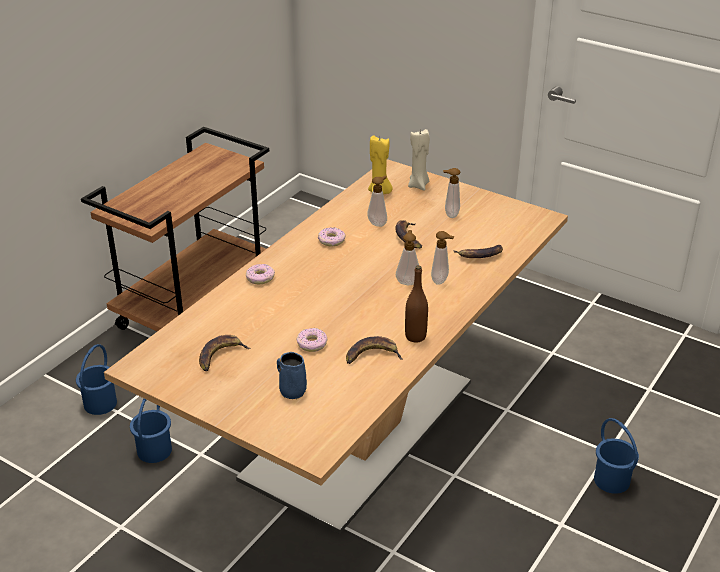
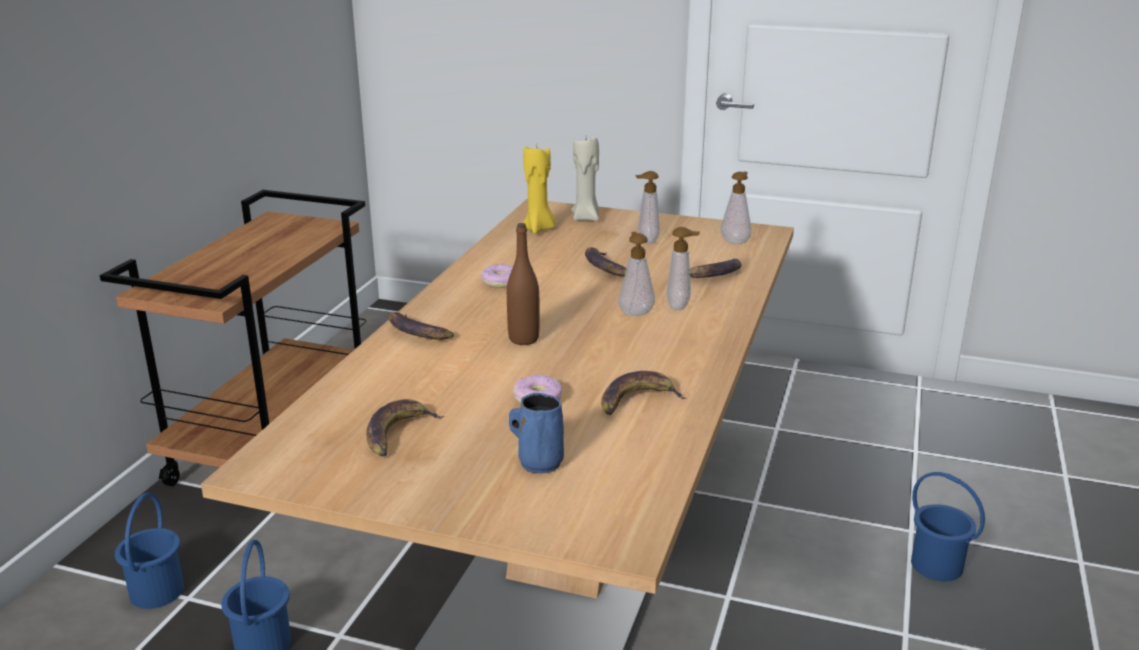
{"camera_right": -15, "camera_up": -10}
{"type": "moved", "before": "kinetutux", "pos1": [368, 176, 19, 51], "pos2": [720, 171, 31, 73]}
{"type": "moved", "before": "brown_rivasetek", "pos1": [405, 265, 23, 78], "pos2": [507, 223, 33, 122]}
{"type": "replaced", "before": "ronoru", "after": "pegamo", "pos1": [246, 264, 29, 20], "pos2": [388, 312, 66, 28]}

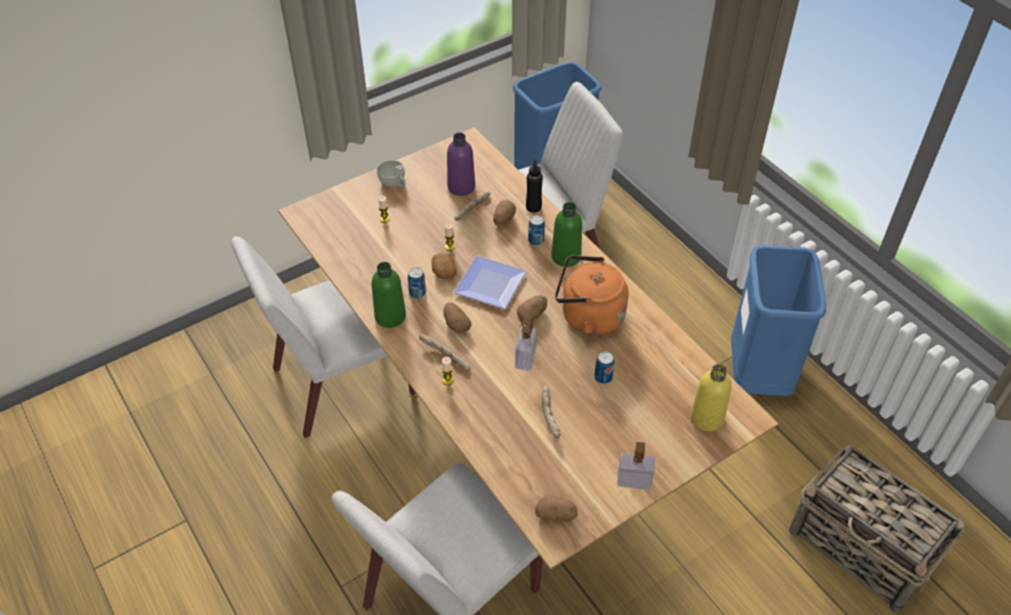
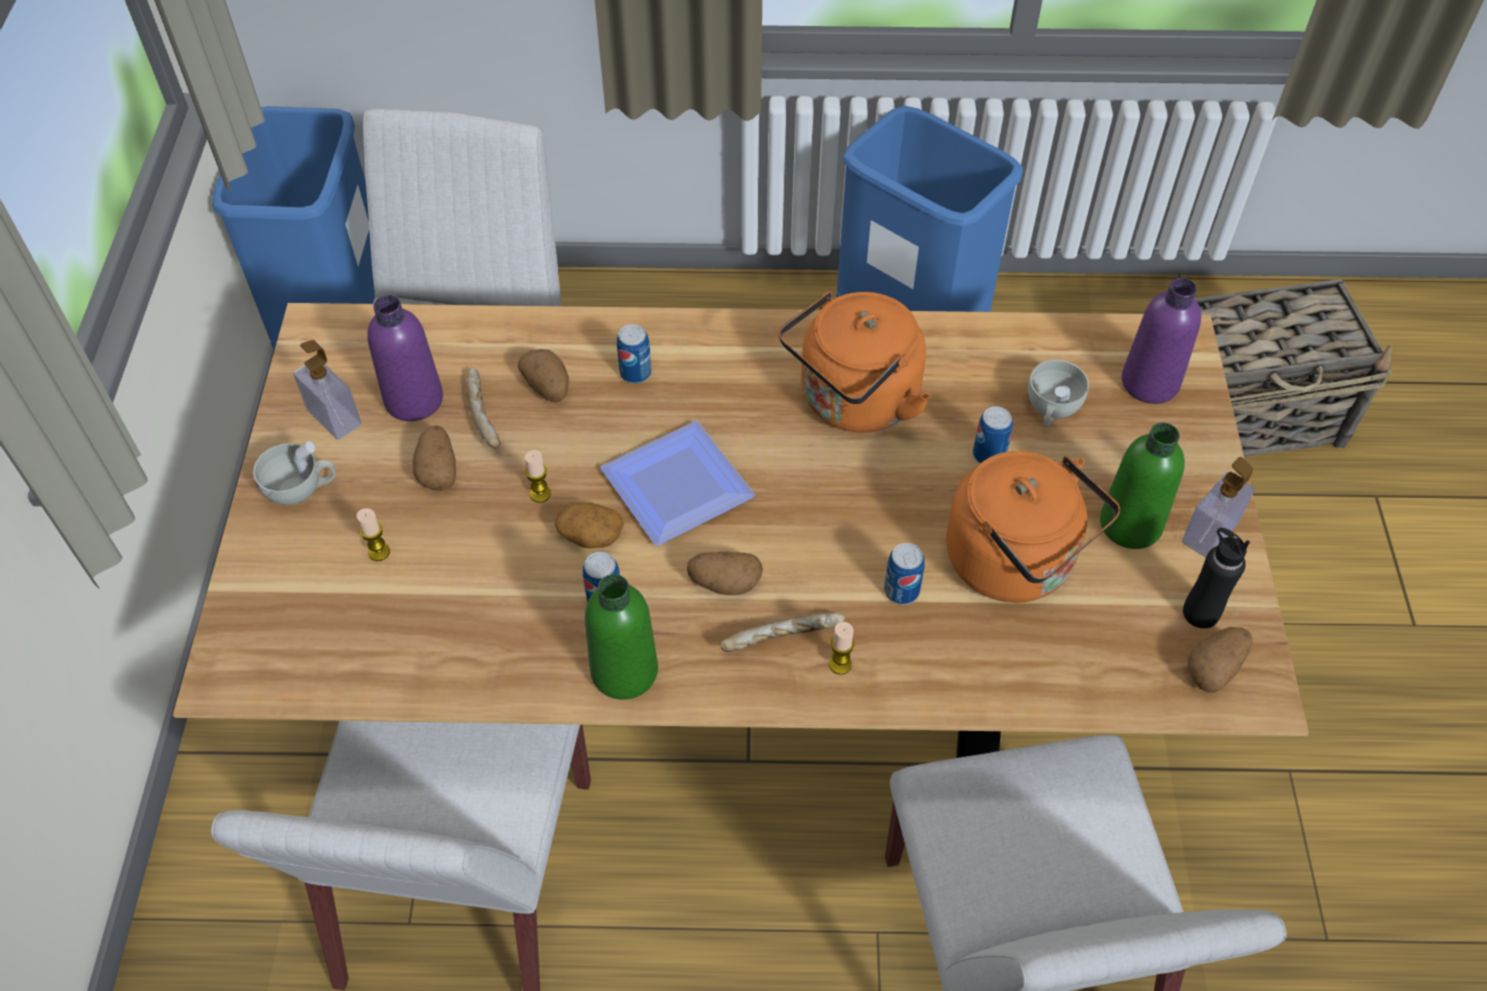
{"camera_right": -55, "camera_up": 5}
{"type": "added", "after": "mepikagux", "pos2": [884, 543, 41, 62]}
{"type": "added", "after": "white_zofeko", "pos2": [1028, 360, 61, 68]}
{"type": "moved", "before": "kinetutux", "pos1": [515, 318, 22, 53], "pos2": [293, 340, 69, 100]}
{"type": "moved", "before": "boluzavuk", "pos1": [517, 295, 30, 28], "pos2": [413, 425, 43, 66]}
{"type": "moved", "before": "black_rivasetek", "pos1": [526, 158, 17, 55], "pos2": [1183, 528, 67, 101]}
{"type": "moved", "before": "green_rivasetek", "pos1": [551, 202, 31, 65], "pos2": [1100, 423, 85, 126]}
{"type": "replaced", "before": "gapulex", "after": "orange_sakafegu", "pos1": [542, 386, 18, 52], "pos2": [946, 451, 174, 152]}
{"type": "recoloured", "before": "yellow_rivasetek", "after": "purple_rivasetek", "pos1": [690, 364, 42, 67], "pos2": [1122, 278, 79, 126]}

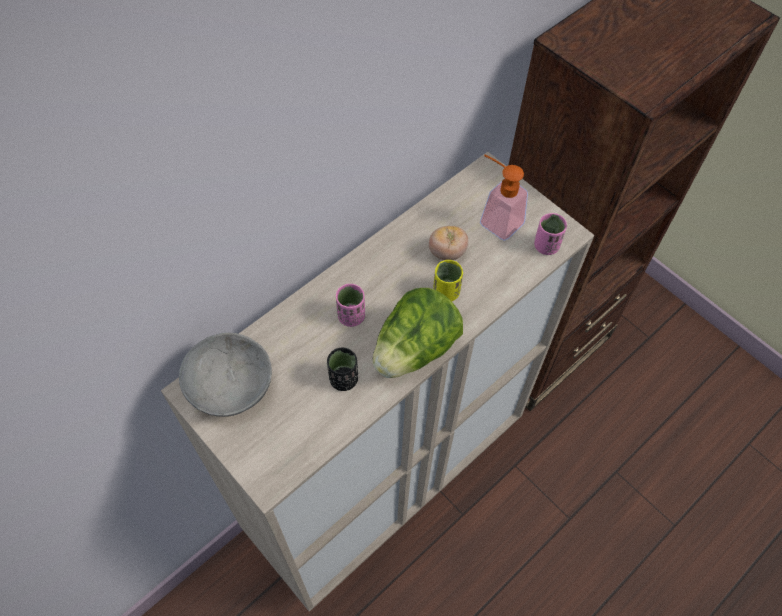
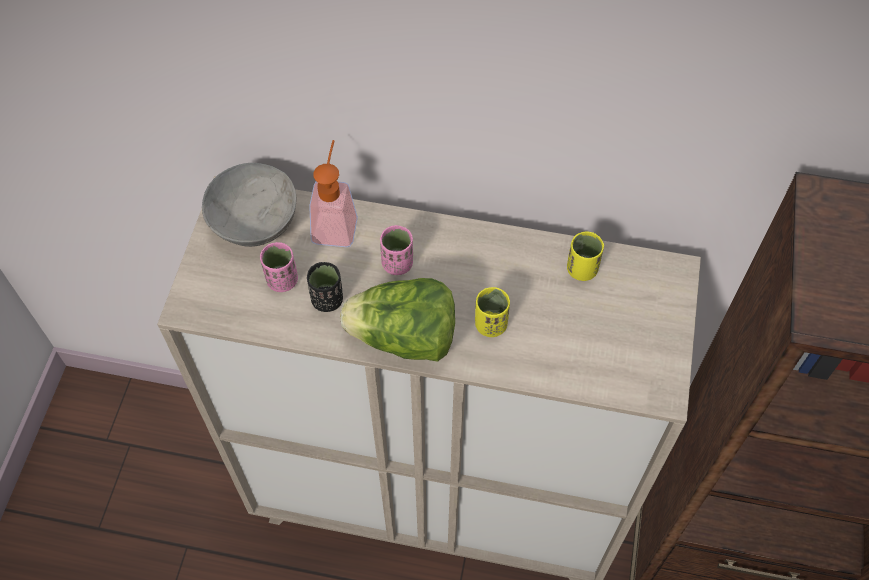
{"camera_right": 55, "camera_up": 0}
{"type": "removed", "before": "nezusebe", "pos1": [429, 226, 39, 34]}
{"type": "added", "after": "yellow_zofeko", "pos2": [567, 231, 37, 50]}
{"type": "moved", "before": "kinetutux", "pos1": [480, 155, 48, 86], "pos2": [309, 140, 49, 107]}
{"type": "moved", "before": "pink_zofeko", "pos1": [534, 213, 33, 42], "pos2": [260, 242, 38, 50]}

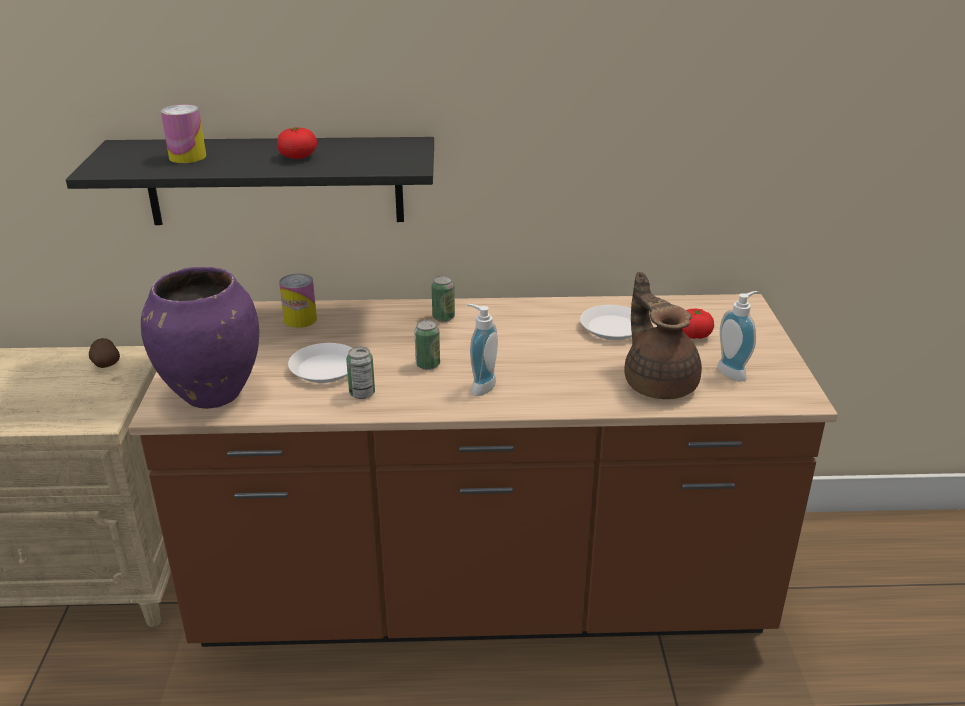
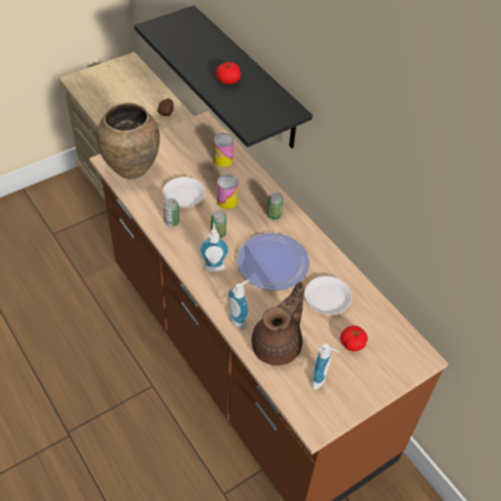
{"camera_right": 55, "camera_up": 20}
{"type": "added", "after": "kinetutux", "pos2": [227, 279, 22, 50]}
{"type": "added", "after": "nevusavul", "pos2": [236, 233, 74, 57]}
{"type": "moved", "before": "mepikagux", "pos1": [161, 105, 45, 58], "pos2": [217, 174, 22, 35]}
{"type": "recoloured", "before": "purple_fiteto", "after": "brown_fiteto", "pos1": [141, 267, 118, 142], "pos2": [97, 103, 63, 76]}

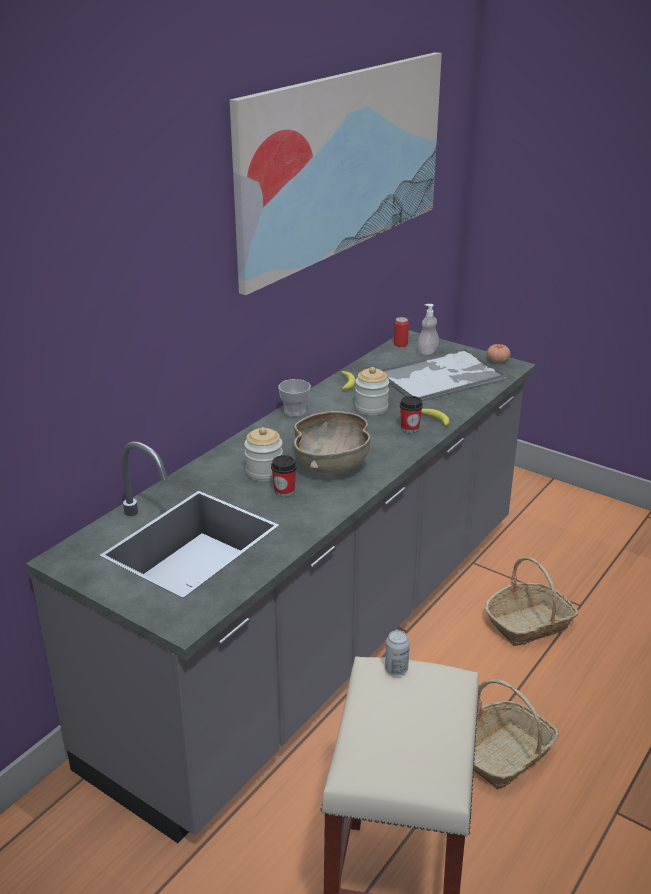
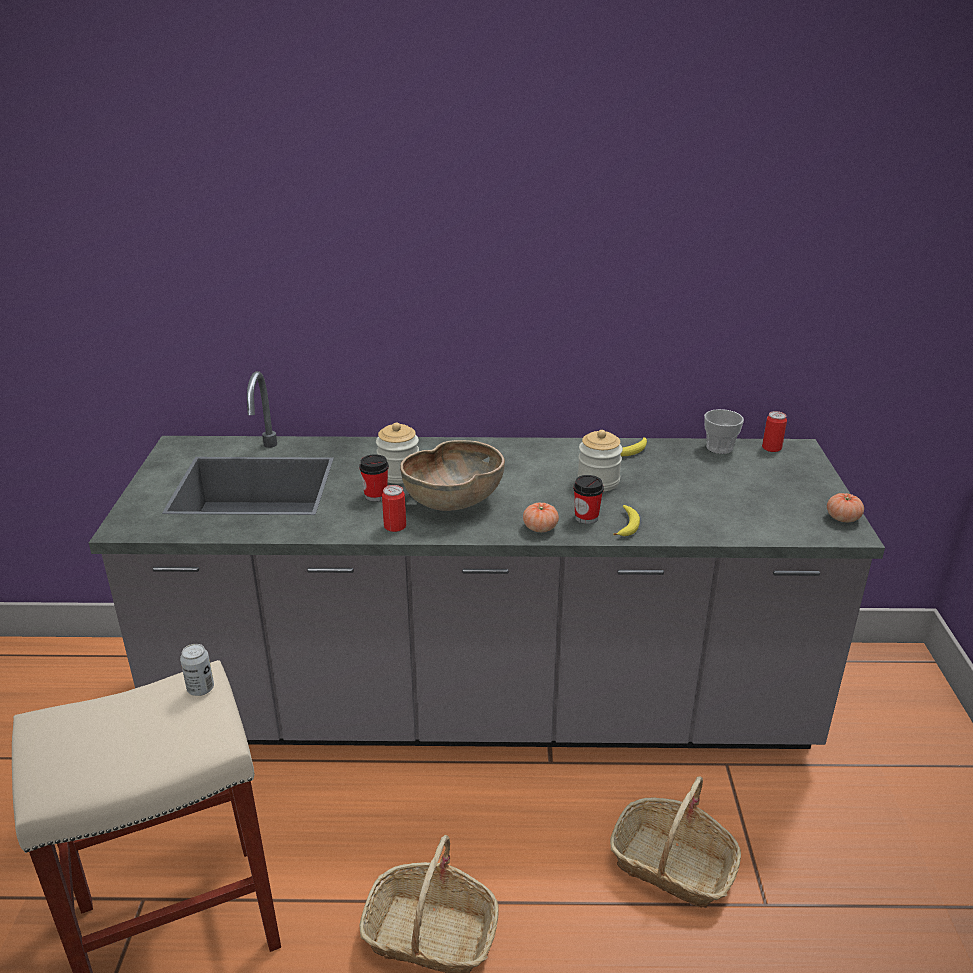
{"camera_right": 55, "camera_up": 0}
{"type": "removed", "before": "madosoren", "pos1": [230, 52, 212, 243]}
{"type": "removed", "before": "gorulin", "pos1": [381, 349, 125, 53]}
{"type": "removed", "before": "kinetutux", "pos1": [417, 304, 22, 51]}
{"type": "added", "after": "mepikagux", "pos2": [382, 485, 24, 47]}
{"type": "added", "after": "nezusebe", "pos2": [523, 503, 36, 29]}
{"type": "moved", "before": "zofeko", "pos1": [278, 379, 33, 38], "pos2": [704, 409, 40, 45]}

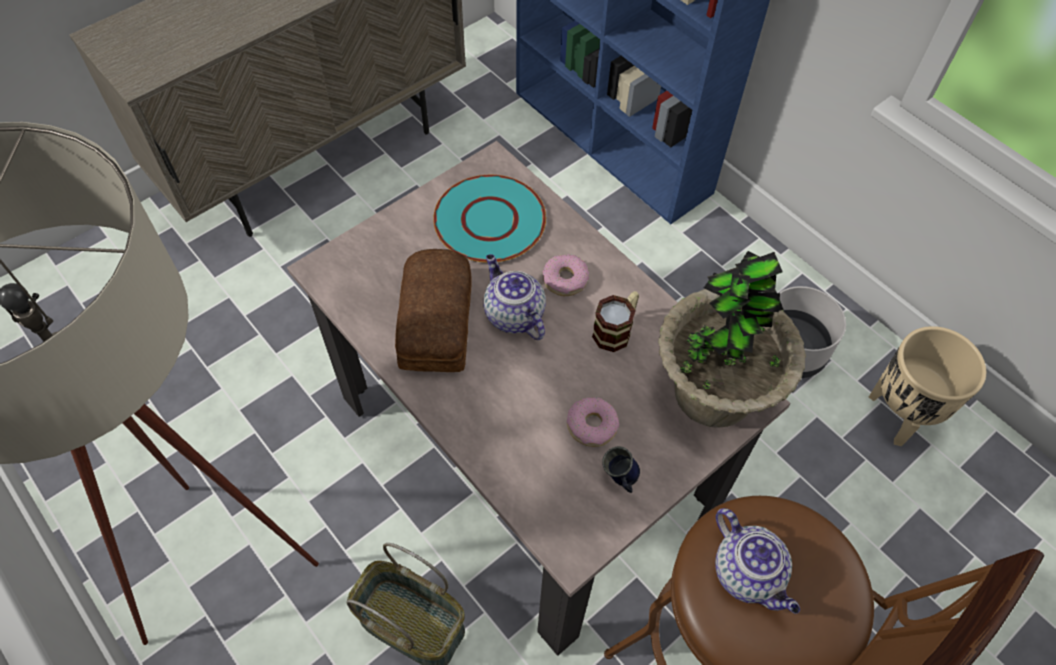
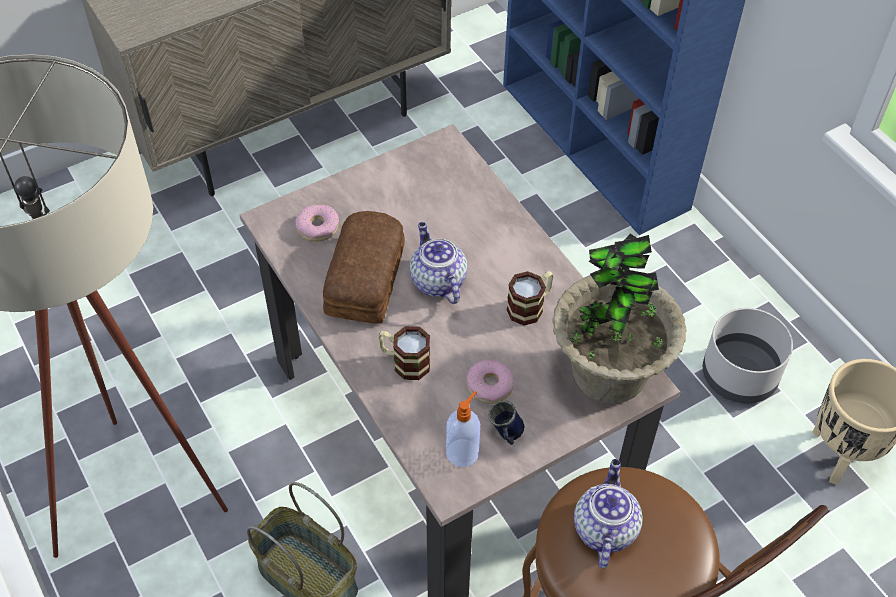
{"camera_right": 10, "camera_up": -5}
{"type": "removed", "before": "turquoise_nevusavul", "pos1": [433, 175, 113, 88]}
{"type": "added", "after": "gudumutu", "pos2": [378, 326, 52, 54]}
{"type": "added", "after": "kinetutux", "pos2": [446, 391, 34, 76]}
{"type": "moved", "before": "ronoru", "pos1": [543, 254, 46, 42], "pos2": [296, 204, 43, 38]}
{"type": "turned", "before": "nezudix", "pos1": [715, 508, 85, 106], "pos2": [574, 459, 69, 110], "turn": -150}

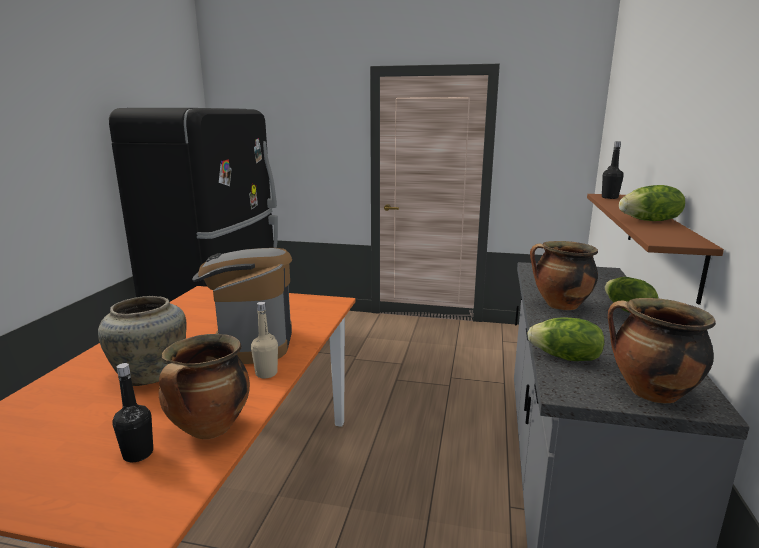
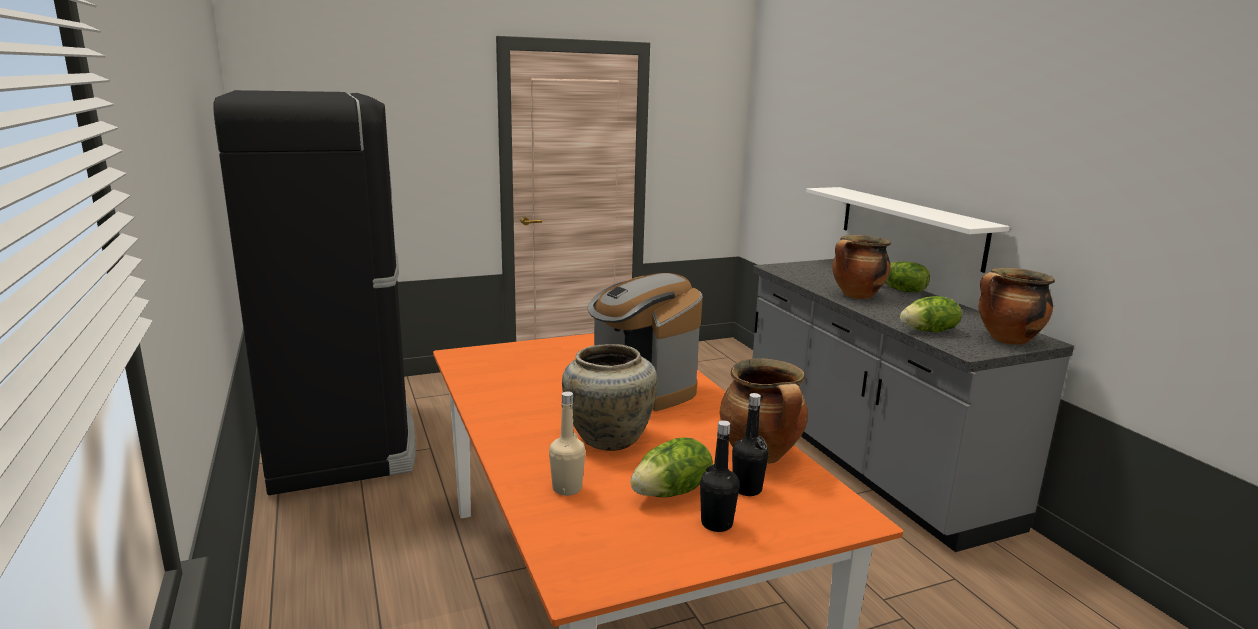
{"camera_right": -35, "camera_up": 0}
{"type": "moved", "before": "beige_rivasetek", "pos1": [251, 302, 27, 77], "pos2": [549, 391, 37, 105]}
{"type": "moved", "before": "black_rivasetek", "pos1": [602, 141, 22, 58], "pos2": [700, 420, 39, 112]}
{"type": "moved", "before": "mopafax", "pos1": [619, 185, 66, 36], "pos2": [630, 437, 83, 60]}
{"type": "recoloured", "before": "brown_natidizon", "after": "white_natidizon", "pos1": [587, 194, 137, 111], "pos2": [806, 187, 204, 86]}

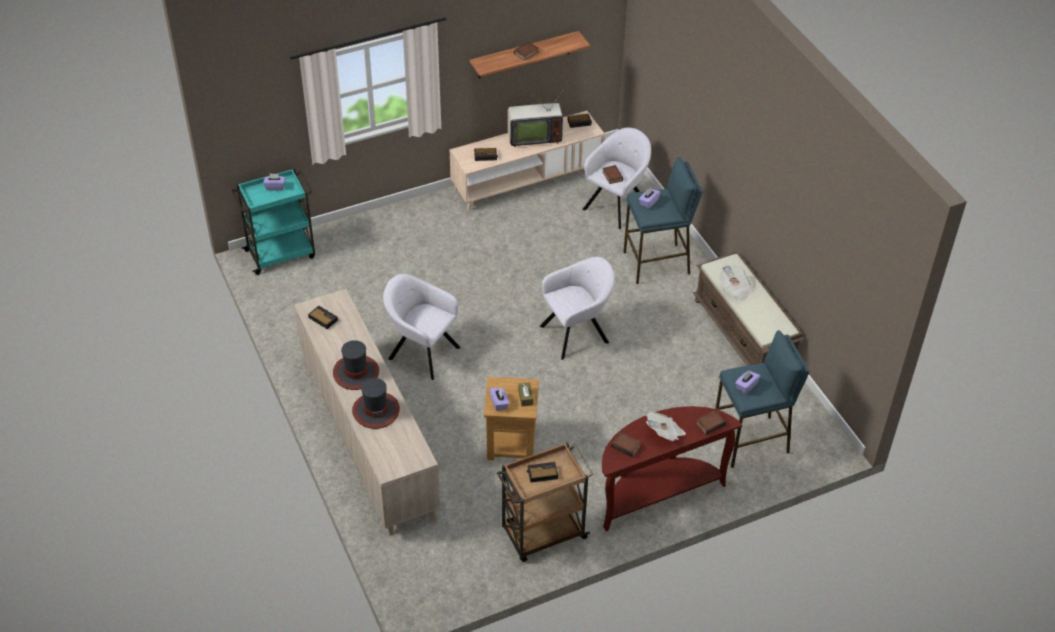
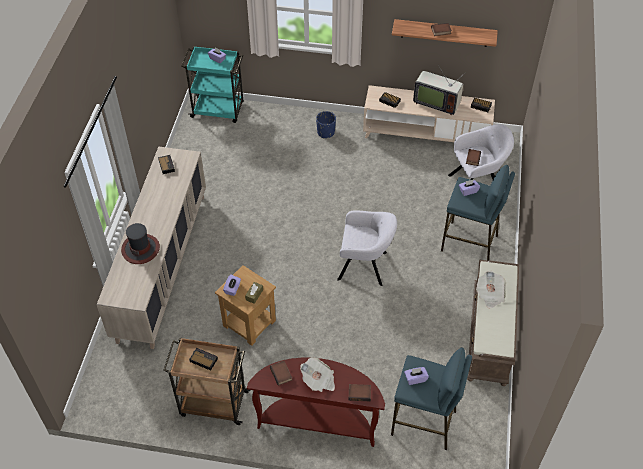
{"camera_right": 35, "camera_up": 5}
{"type": "removed", "before": "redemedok", "pos1": [333, 340, 46, 50]}
{"type": "removed", "before": "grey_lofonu", "pos1": [383, 274, 78, 106]}
{"type": "added", "after": "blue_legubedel", "pos2": [316, 111, 20, 28]}

